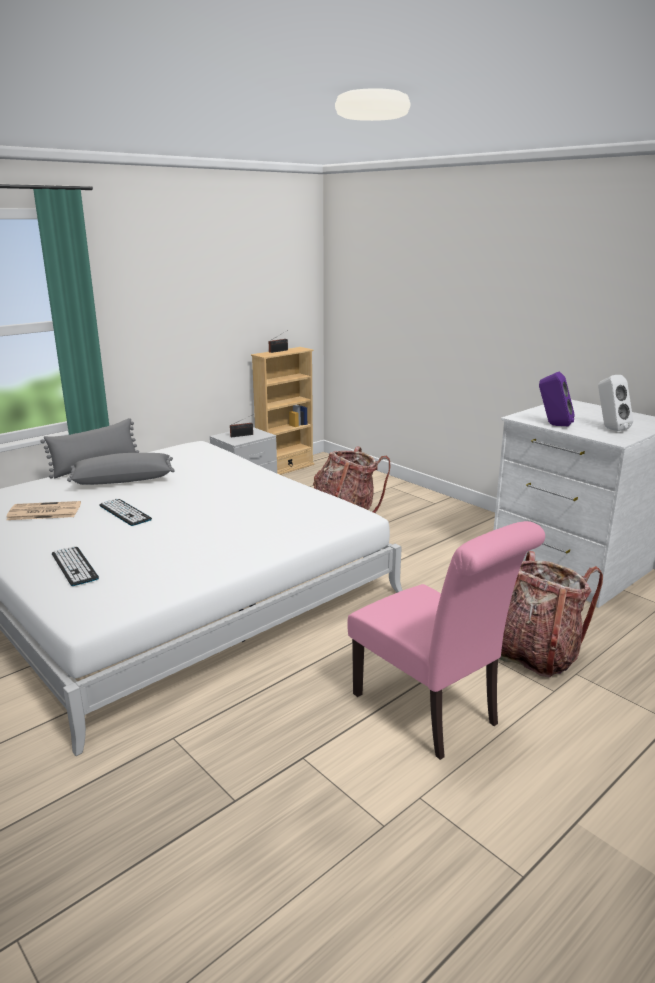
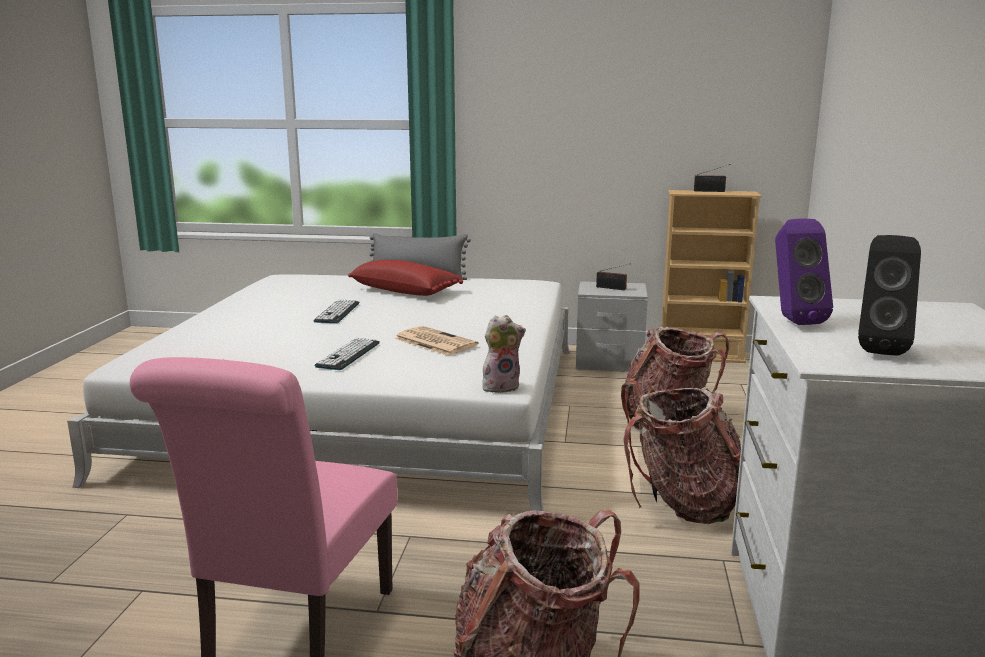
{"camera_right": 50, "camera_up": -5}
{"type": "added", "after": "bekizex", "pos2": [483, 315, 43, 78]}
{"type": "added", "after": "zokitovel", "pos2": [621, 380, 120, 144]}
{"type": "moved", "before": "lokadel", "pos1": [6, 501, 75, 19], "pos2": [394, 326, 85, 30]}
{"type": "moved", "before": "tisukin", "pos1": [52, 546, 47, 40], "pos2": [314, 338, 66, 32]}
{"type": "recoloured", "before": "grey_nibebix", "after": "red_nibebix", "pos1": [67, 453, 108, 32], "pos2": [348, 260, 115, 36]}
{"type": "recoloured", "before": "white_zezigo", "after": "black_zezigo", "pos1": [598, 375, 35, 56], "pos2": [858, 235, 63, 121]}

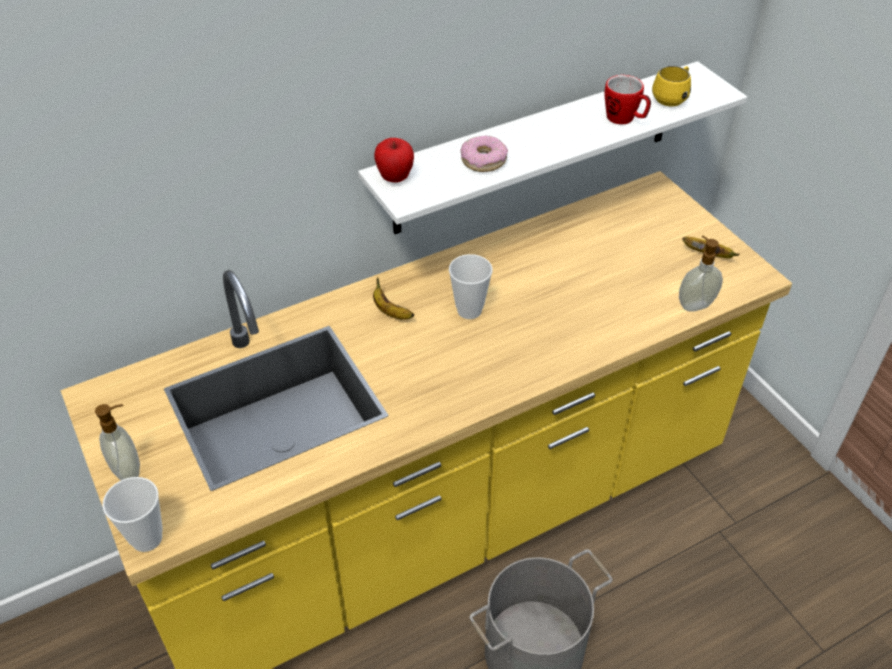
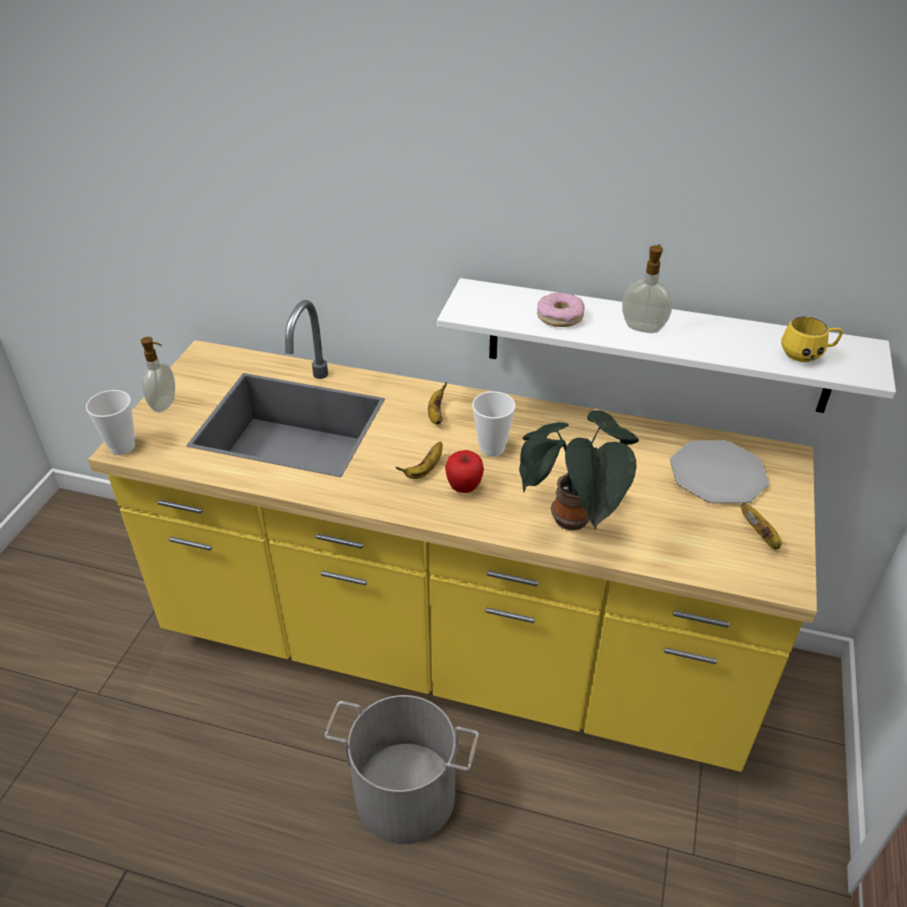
{"camera_right": 45, "camera_up": -5}
{"type": "removed", "before": "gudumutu", "pos1": [605, 75, 46, 49]}
{"type": "added", "after": "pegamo", "pos2": [395, 442, 48, 37]}
{"type": "added", "after": "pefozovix", "pos2": [519, 410, 120, 121]}
{"type": "added", "after": "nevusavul", "pos2": [670, 441, 99, 62]}
{"type": "moved", "before": "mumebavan", "pos1": [374, 138, 40, 45], "pos2": [445, 450, 39, 43]}
{"type": "moved", "before": "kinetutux", "pos1": [679, 236, 44, 76], "pos2": [622, 244, 50, 89]}

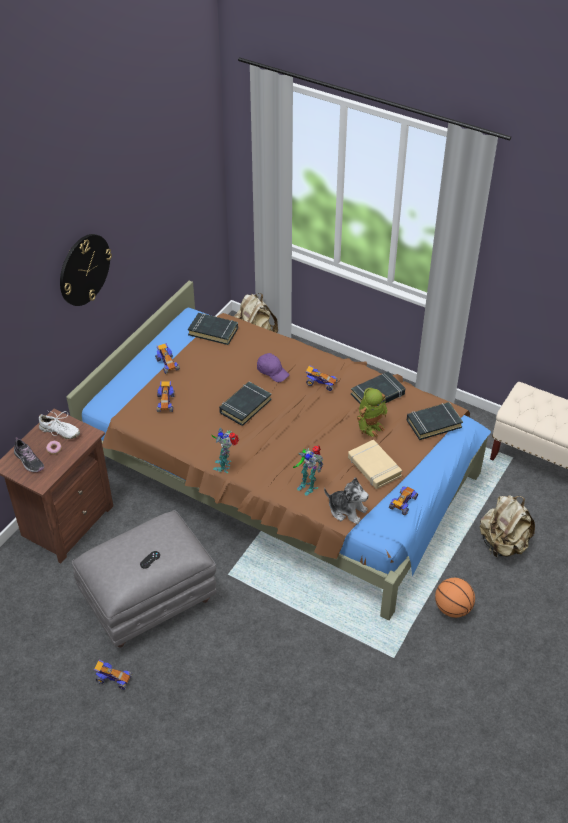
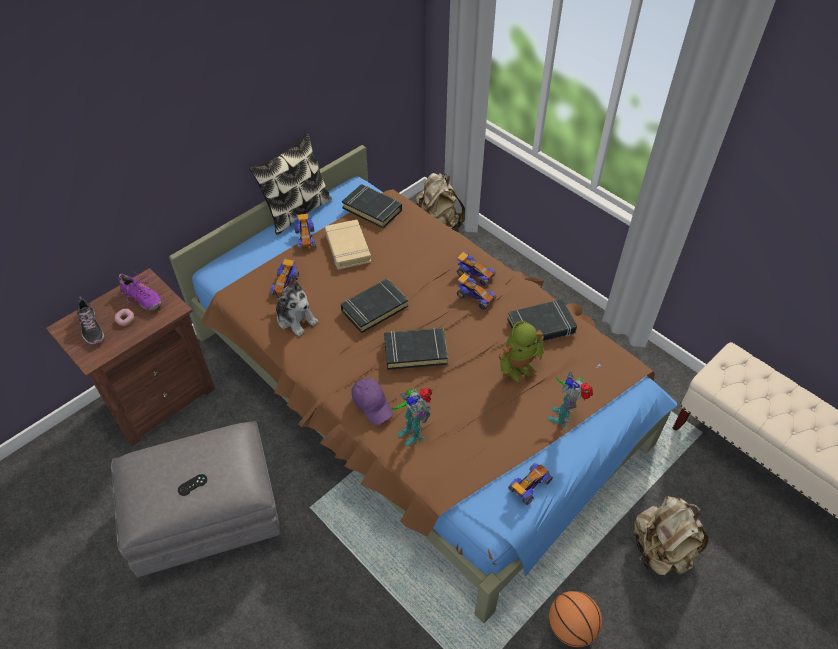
{"camera_right": 15, "camera_up": 5}
{"type": "removed", "before": "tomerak", "pos1": [60, 234, 52, 72]}
{"type": "added", "after": "nibebix", "pos2": [249, 133, 83, 102]}
{"type": "moved", "before": "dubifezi", "pos1": [94, 660, 38, 30], "pos2": [457, 251, 38, 35]}
{"type": "moved", "before": "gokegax", "pos1": [212, 427, 27, 46], "pos2": [548, 371, 45, 58]}
{"type": "moved", "before": "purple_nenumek", "pos1": [257, 353, 33, 29], "pos2": [351, 378, 42, 47]}
{"type": "moved", "before": "bekizex", "pos1": [324, 477, 45, 47], "pos2": [274, 281, 44, 55]}
{"type": "moved", "before": "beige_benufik", "pos1": [348, 439, 54, 50], "pos2": [325, 220, 46, 49]}
{"type": "moved", "before": "black_benufik", "pos1": [407, 402, 56, 38], "pos2": [384, 328, 64, 42]}
{"type": "recoloured", "before": "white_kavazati", "after": "purple_kavazati", "pos1": [39, 411, 41, 28], "pos2": [117, 270, 45, 40]}

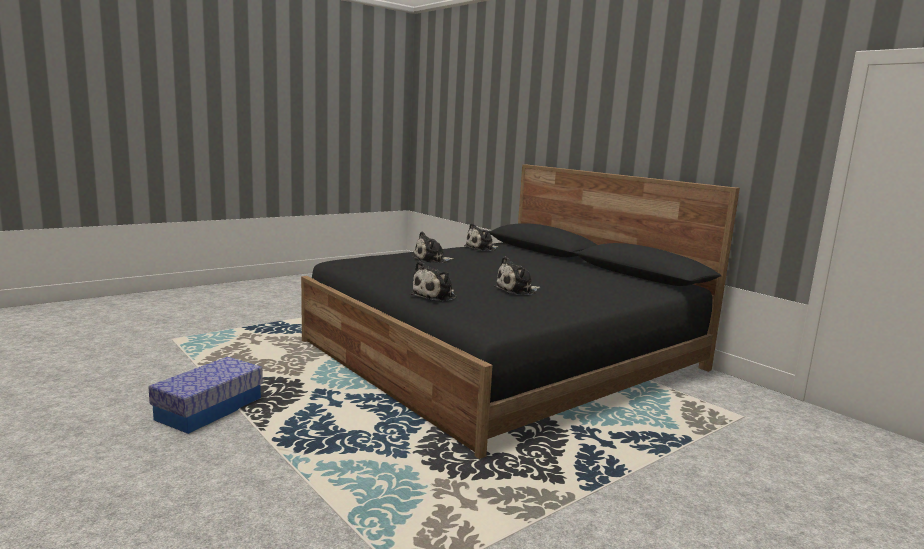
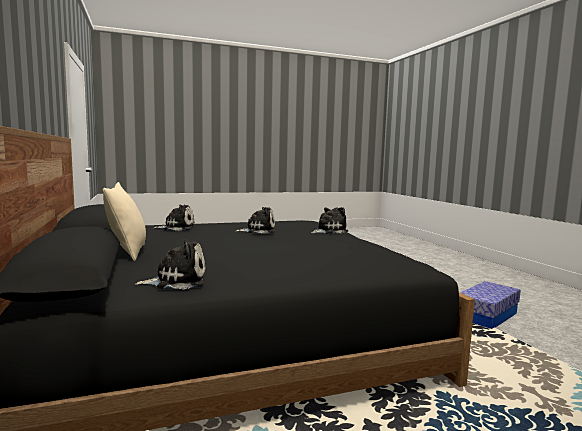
{"camera_right": -160, "camera_up": -5}
{"type": "added", "after": "beige_nibebix", "pos2": [103, 182, 43, 79]}
{"type": "moved", "before": "bekizex", "pos1": [413, 231, 41, 32], "pos2": [154, 205, 41, 26]}

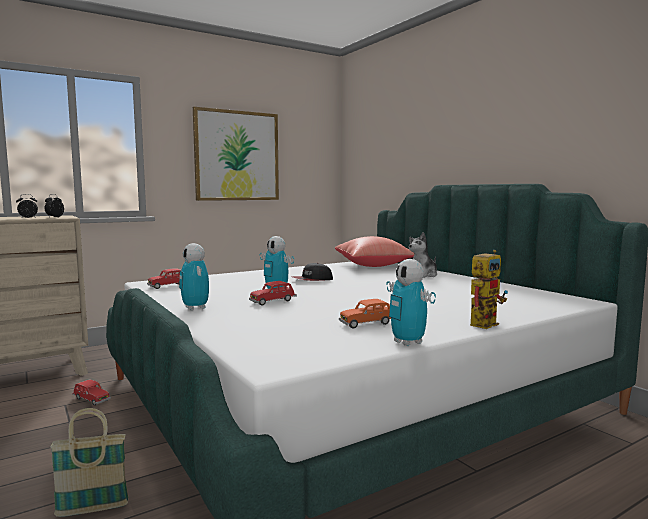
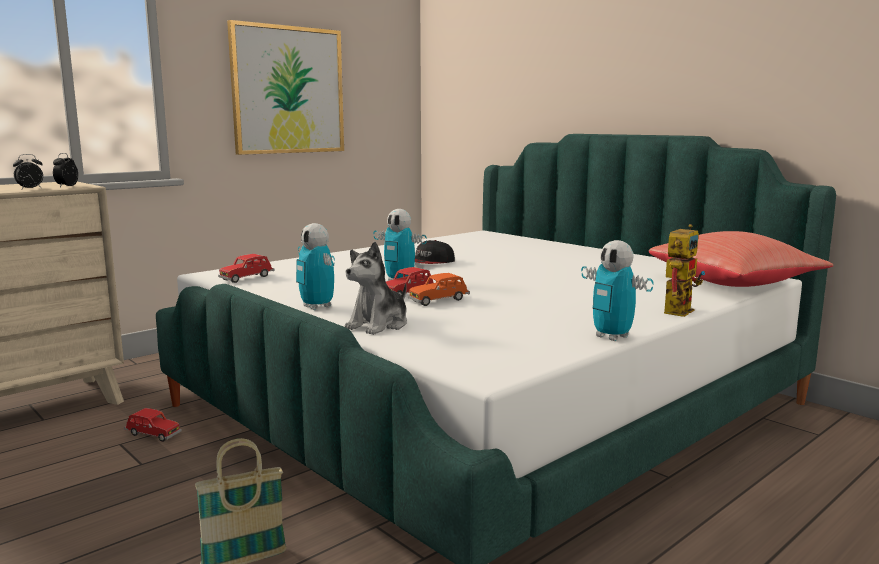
{"camera_right": -10, "camera_up": 5}
{"type": "moved", "before": "red_nibebix", "pos1": [335, 236, 79, 31], "pos2": [648, 231, 186, 56]}
{"type": "moved", "before": "orange_dubifezi", "pos1": [339, 299, 52, 30], "pos2": [408, 273, 62, 33]}
{"type": "moved", "before": "bekizex", "pos1": [409, 232, 28, 46], "pos2": [344, 242, 63, 93]}

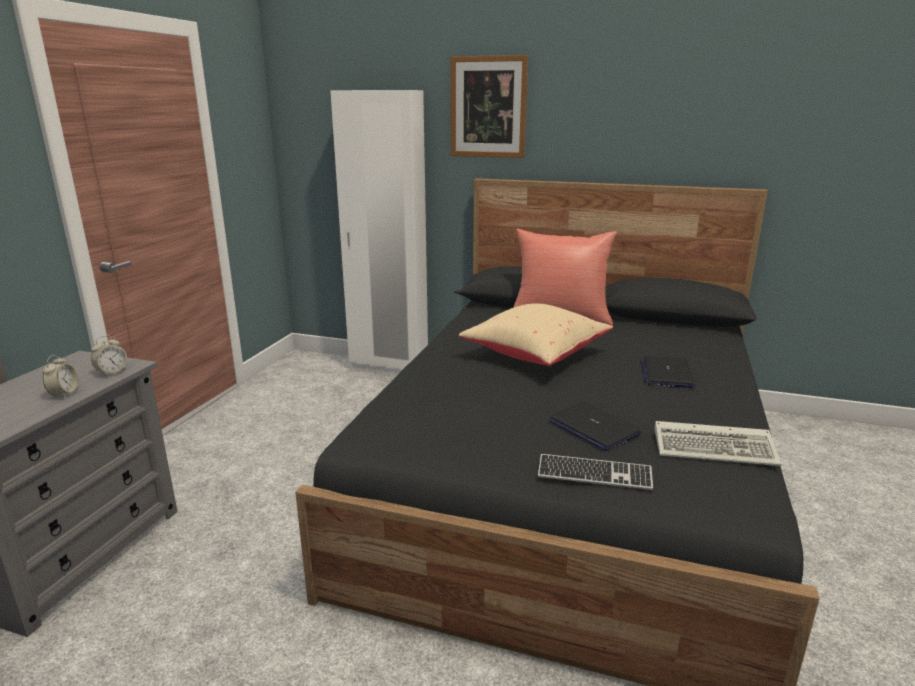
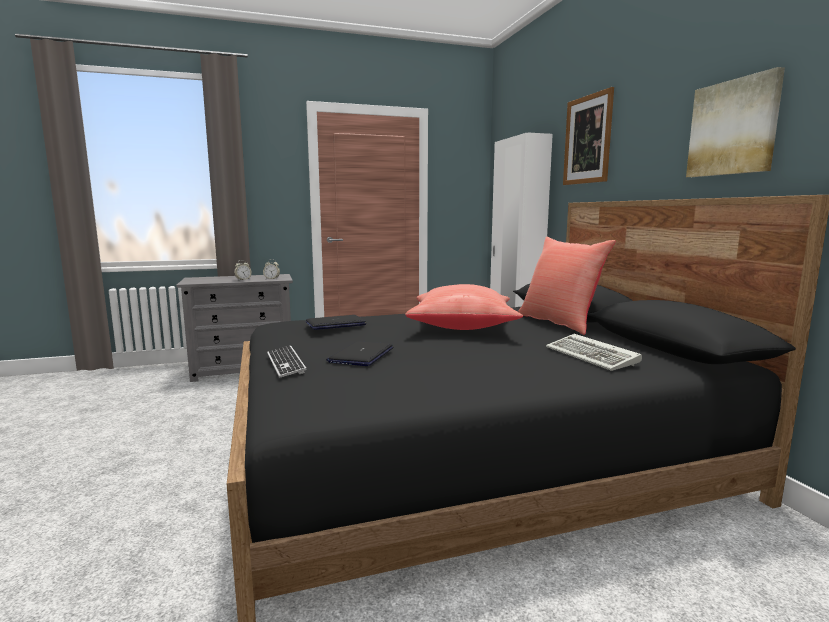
{"camera_right": 55, "camera_up": -10}
{"type": "added", "after": "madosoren", "pos2": [686, 67, 99, 110]}
{"type": "moved", "before": "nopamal", "pos1": [641, 356, 54, 32], "pos2": [306, 315, 60, 15]}
{"type": "moved", "before": "tisukin", "pos1": [655, 421, 126, 45], "pos2": [546, 334, 96, 37]}
{"type": "recoloured", "before": "beige_nibebix", "after": "red_nibebix", "pos1": [459, 303, 154, 63], "pos2": [406, 284, 117, 46]}

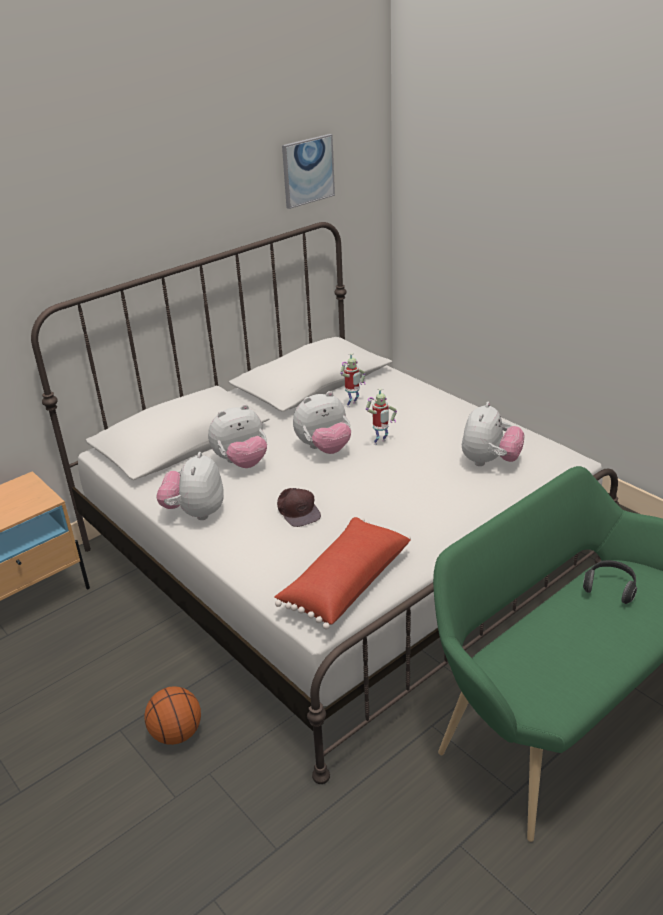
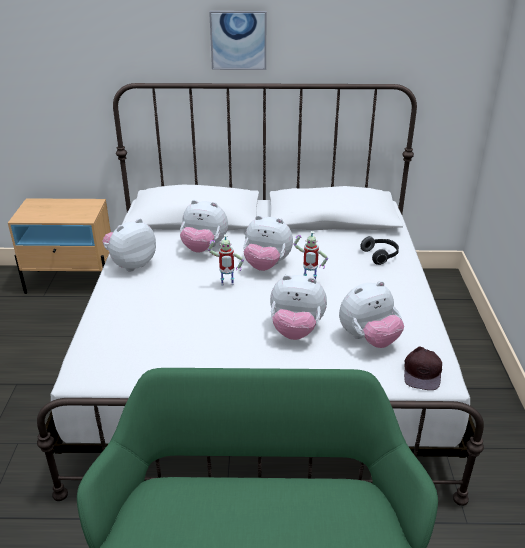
{"camera_right": 40, "camera_up": 0}
{"type": "removed", "before": "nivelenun", "pos1": [145, 686, 56, 59]}
{"type": "removed", "before": "red_nibebix", "pos1": [274, 517, 137, 112]}
{"type": "added", "after": "bekizex", "pos2": [270, 275, 57, 65]}
{"type": "moved", "before": "brown_nenumek", "pos1": [277, 488, 44, 39], "pos2": [404, 347, 38, 43]}
{"type": "moved", "before": "madosoren", "pos1": [282, 134, 53, 75], "pos2": [209, 11, 57, 59]}
{"type": "moved", "before": "gokegax", "pos1": [340, 353, 26, 54], "pos2": [208, 234, 36, 52]}
{"type": "moved", "before": "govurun", "pos1": [583, 560, 54, 44], "pos2": [360, 236, 39, 29]}

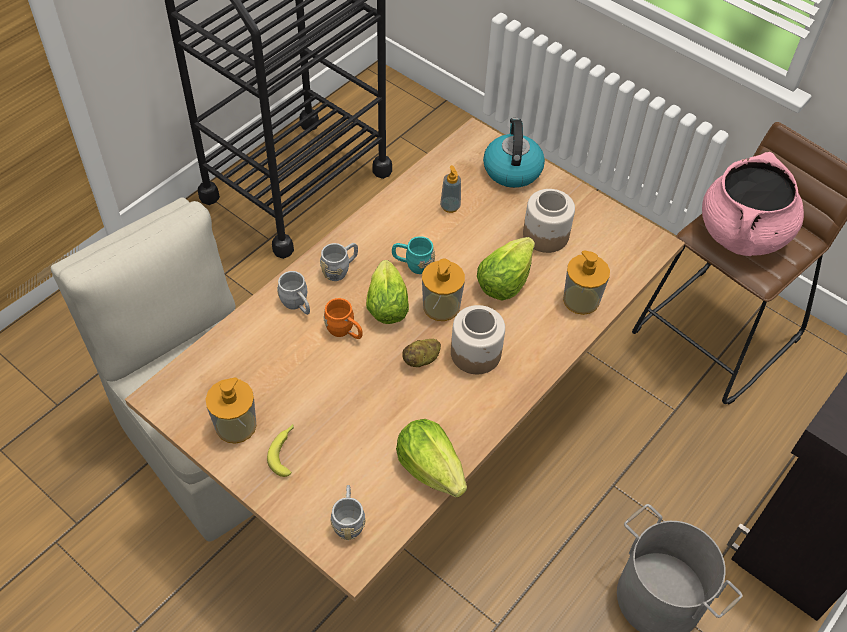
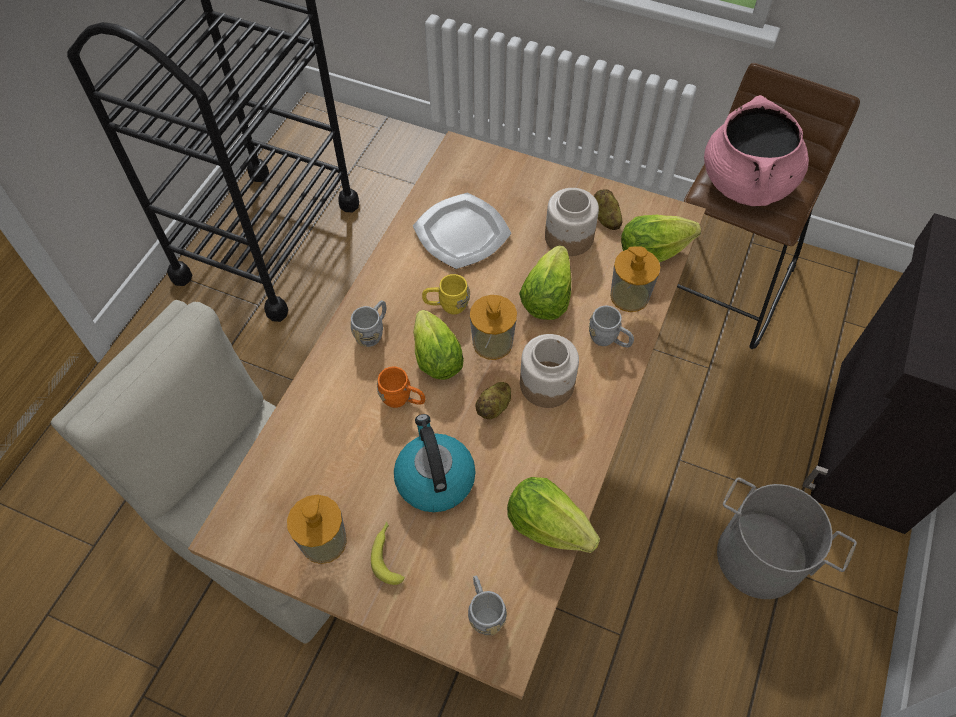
{"camera_right": -15, "camera_up": 5}
{"type": "added", "after": "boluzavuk", "pos2": [594, 189, 28, 41]}
{"type": "added", "after": "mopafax", "pos2": [621, 215, 80, 47]}
{"type": "moved", "before": "grey_gudumutu", "pos1": [277, 271, 33, 44], "pos2": [589, 306, 45, 41]}
{"type": "moved", "before": "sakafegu", "pos1": [483, 118, 62, 70], "pos2": [394, 414, 82, 98]}
{"type": "replaced", "before": "kinetutux", "after": "nevusavul", "pos1": [440, 165, 21, 48], "pos2": [413, 192, 99, 77]}
{"type": "recoloured", "before": "turquoise_gudumutu", "after": "yellow_gudumutu", "pos1": [392, 236, 43, 38], "pos2": [422, 274, 48, 40]}

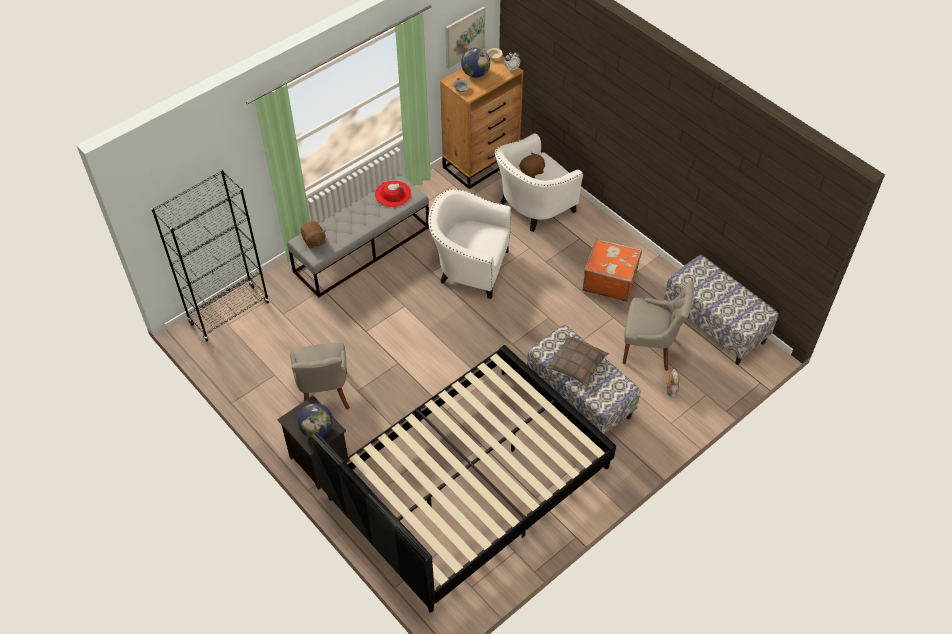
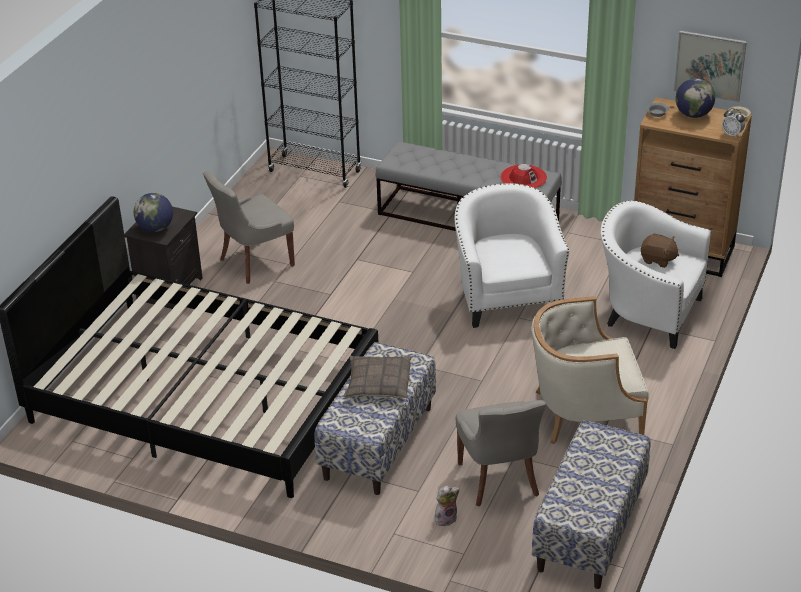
{"camera_right": 65, "camera_up": -15}
{"type": "removed", "before": "brown_bekizex", "pos1": [301, 222, 25, 27]}
{"type": "replaced", "before": "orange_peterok", "after": "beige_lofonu", "pos1": [582, 238, 60, 64], "pos2": [531, 296, 118, 148]}

